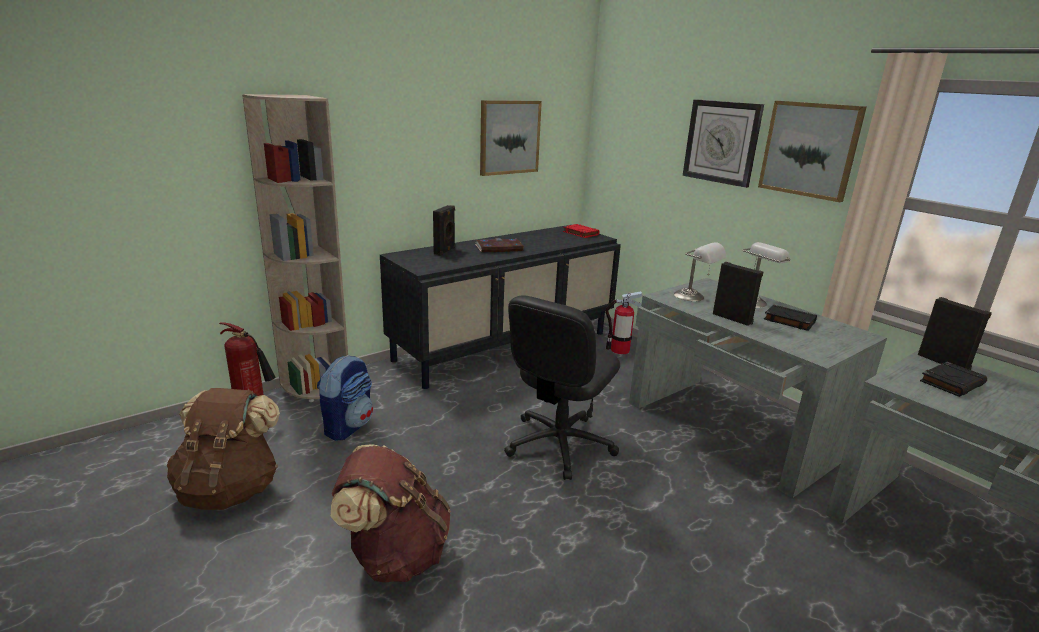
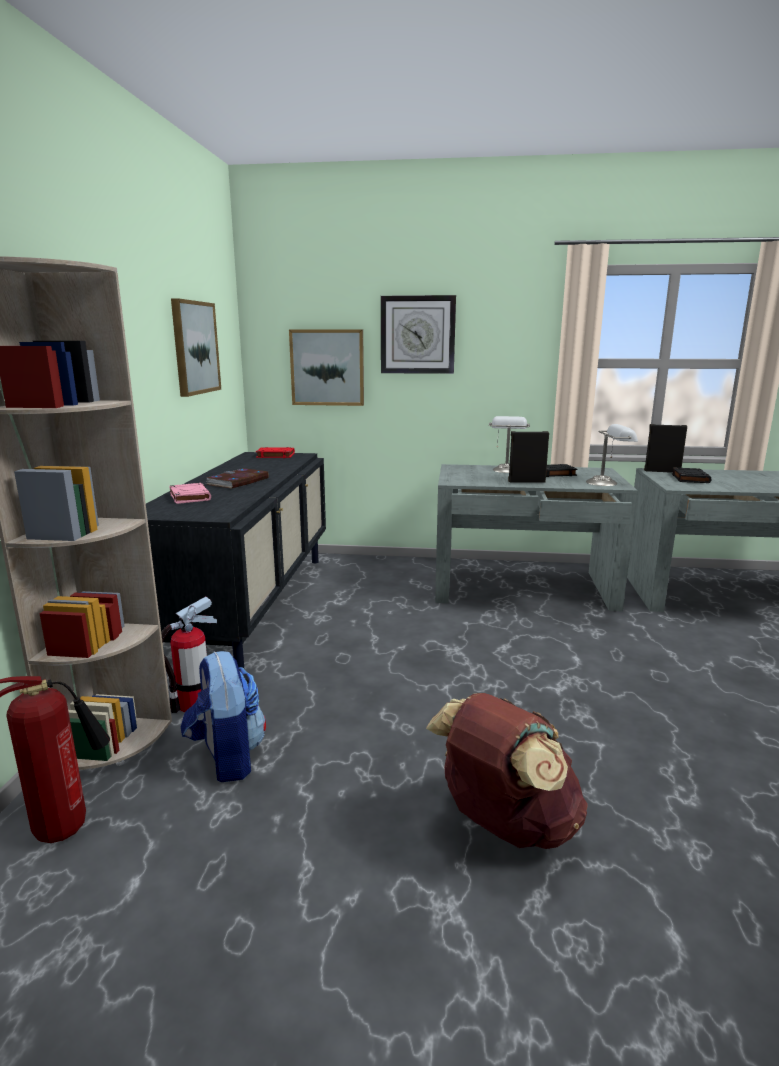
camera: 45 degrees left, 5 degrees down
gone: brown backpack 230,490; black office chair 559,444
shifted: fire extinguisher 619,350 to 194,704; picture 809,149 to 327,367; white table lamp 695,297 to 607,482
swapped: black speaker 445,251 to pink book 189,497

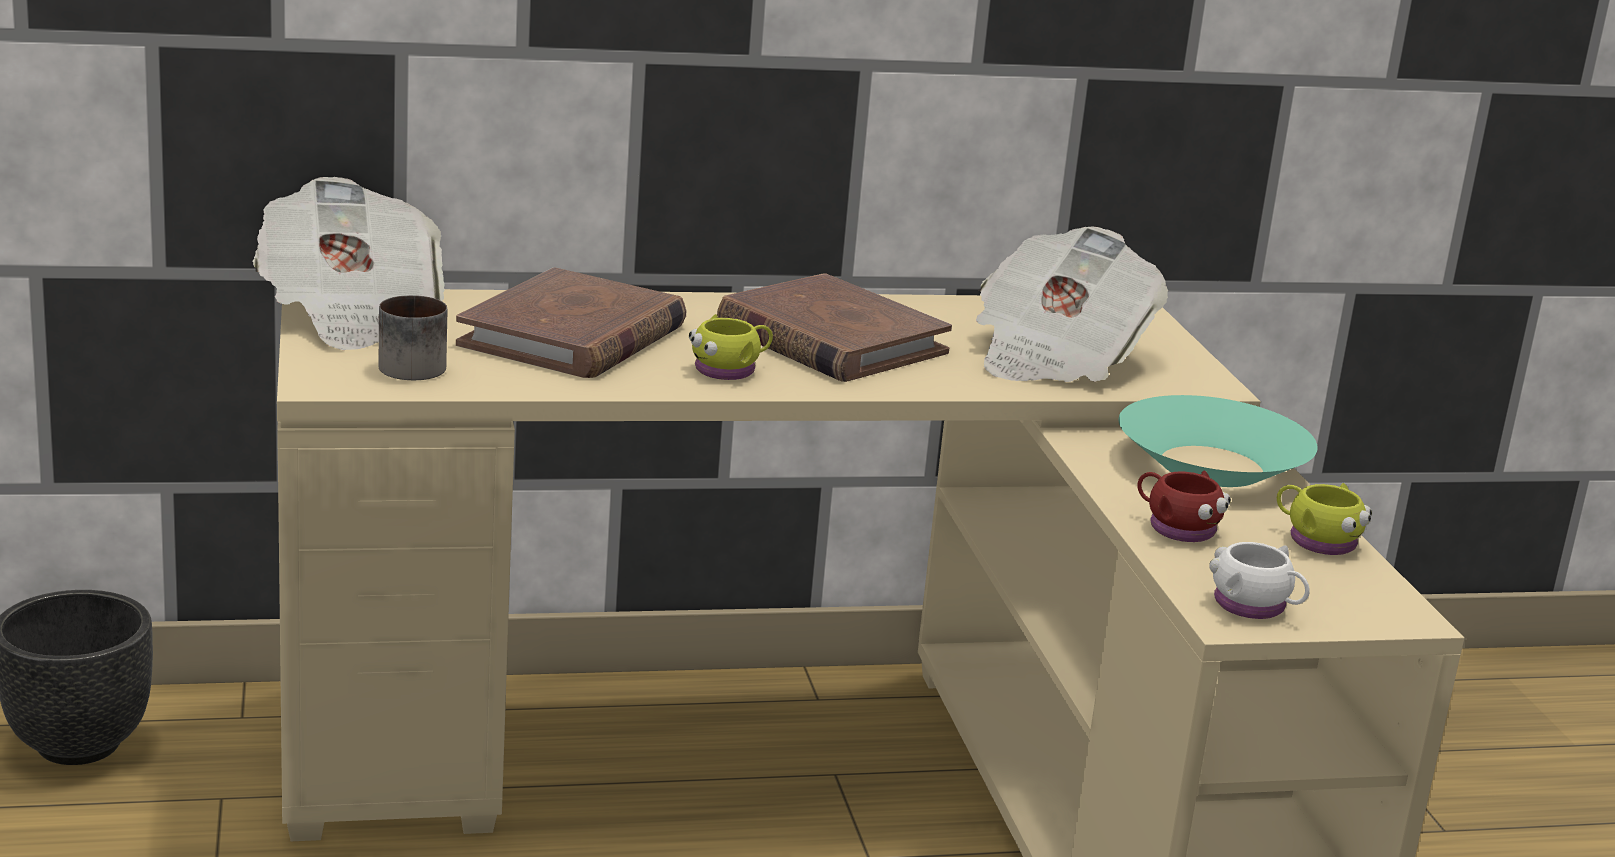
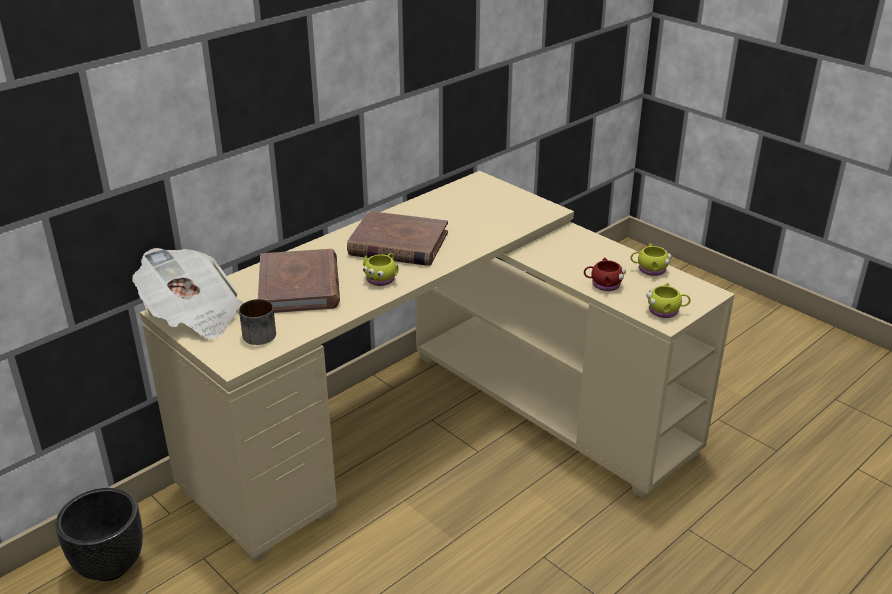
camera: 30 degrees left, 10 degrees up
gone: newspaper 1056,357; turquoise bowl 1210,466
repainted: white mug 1255,607 to yellow mug 666,311

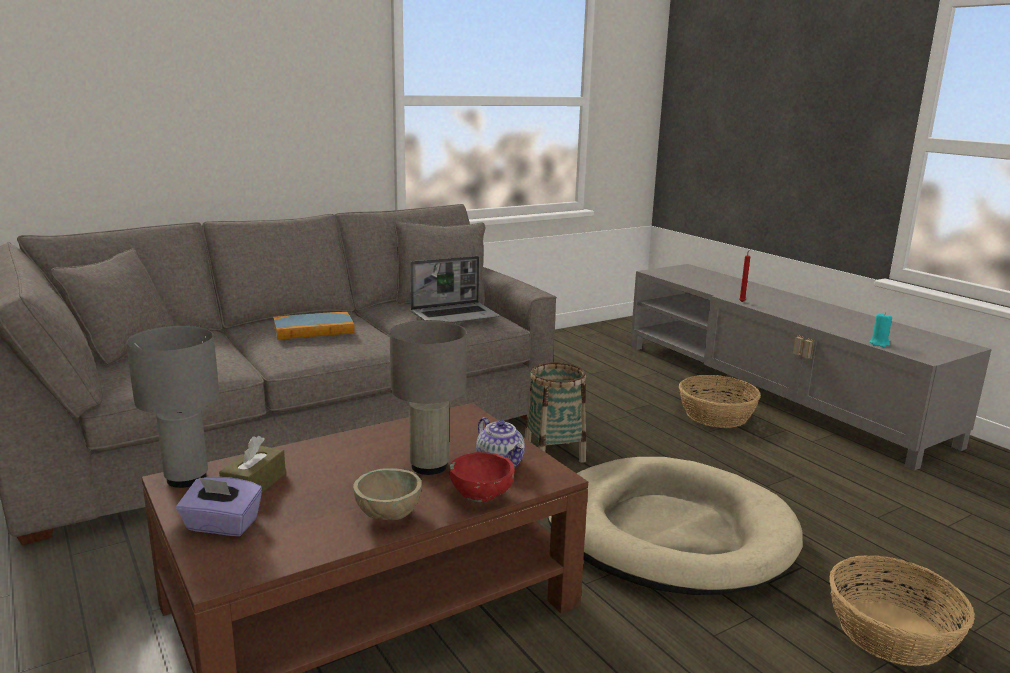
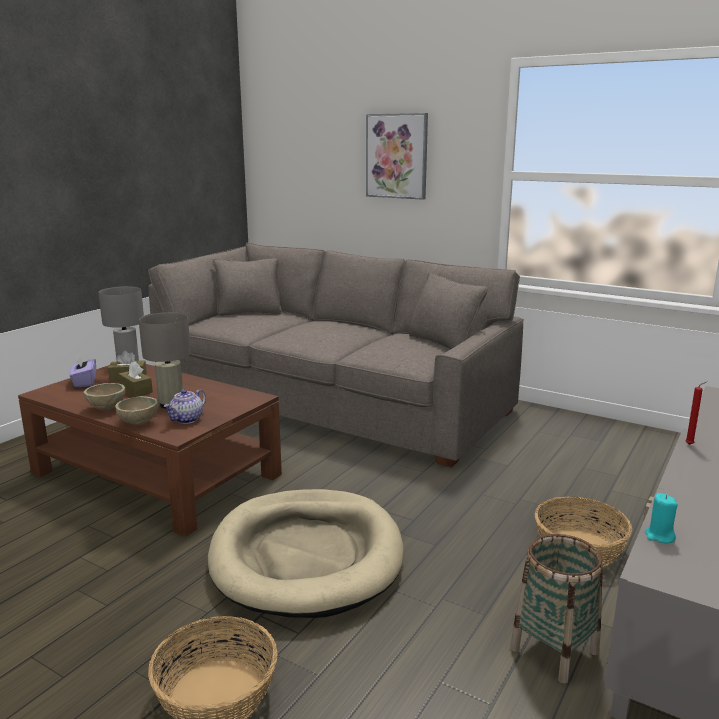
camera: 65 degrees right, 0 degrees up
gone: book 313,329; laptop 455,315
new: brown tissue box 136,390; picture 397,156
shifted: basket 554,453 to 554,650
repainted: red bowl 482,496 to beige bowl 139,423

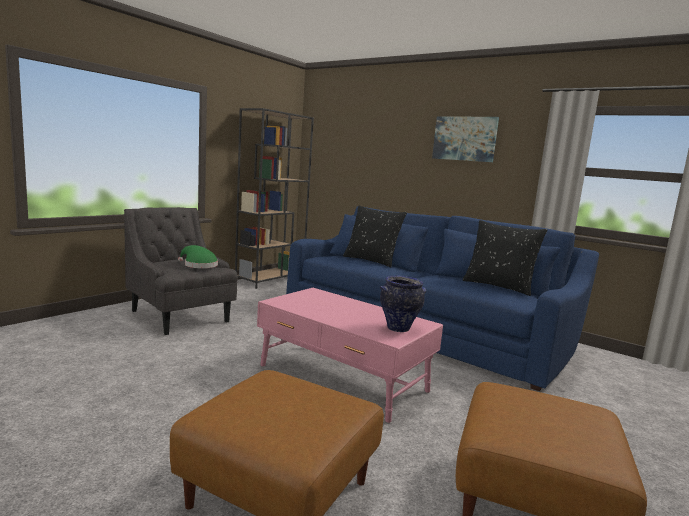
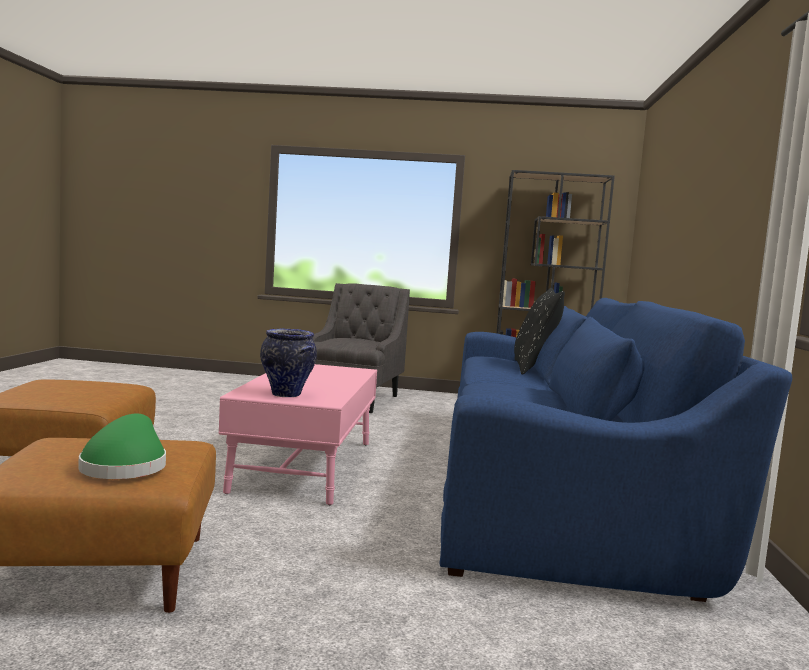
camera: 60 degrees right, 5 degrees down
gone: picture 464,138; black pillow 499,286
shifted: green hat 198,265 to 125,466

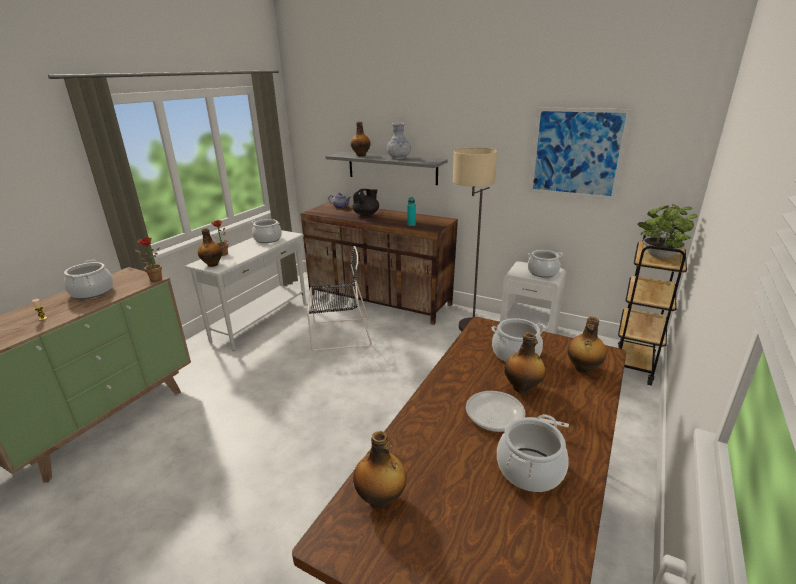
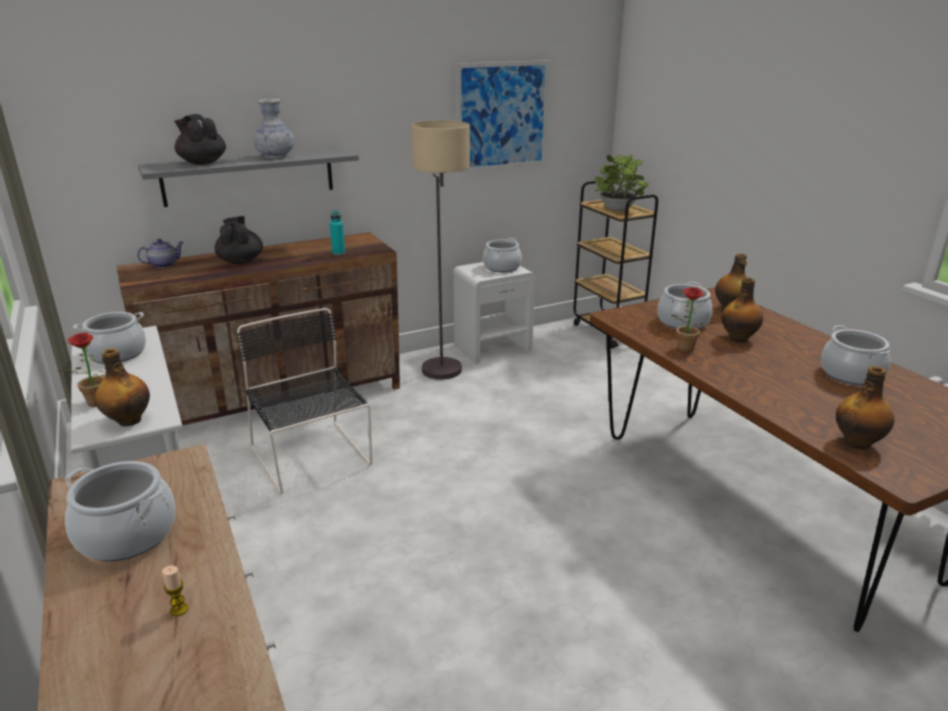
camera: 55 degrees left, 0 degrees up
gone: frying pan 501,417
shifted: potted plant 153,279 to 684,350
swapped: bottle 361,155 to black teapot 202,163
rotated: black chair 338,334 = 312,459 60 degrees counterclockwise

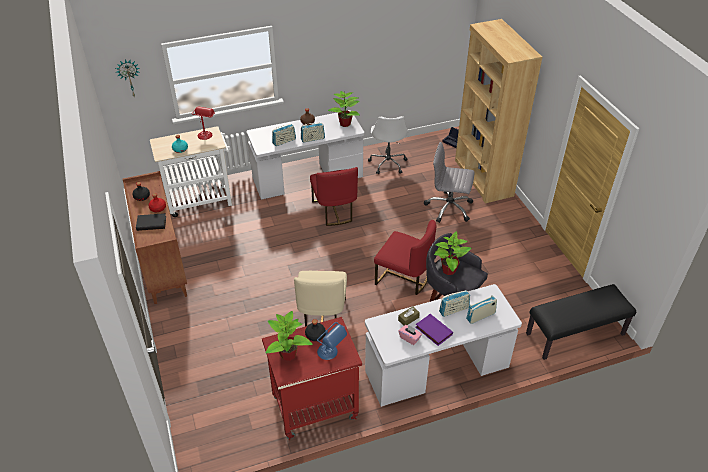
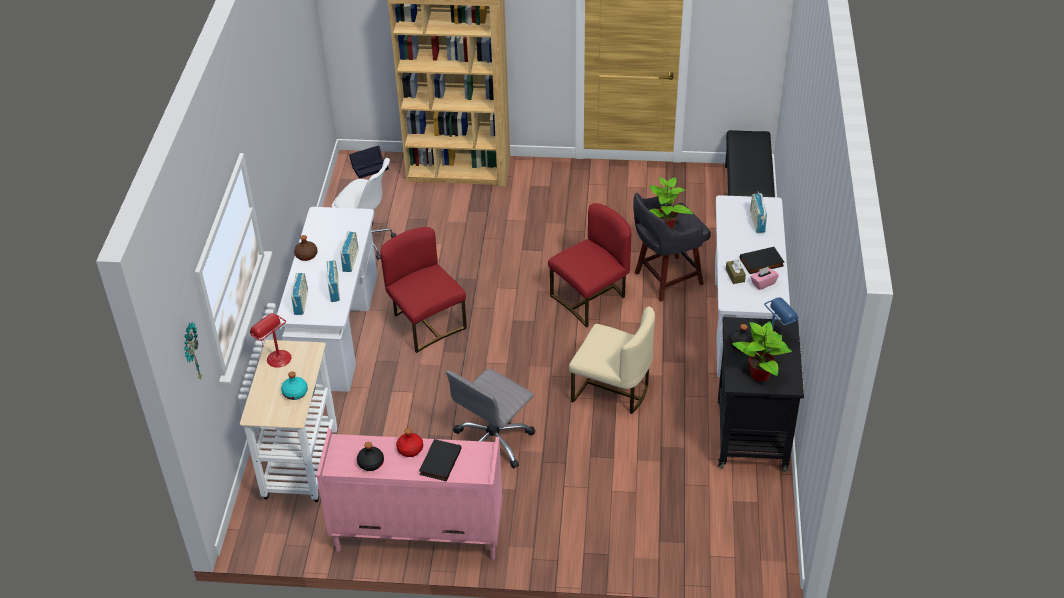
camera: 65 degrees left, 0 degrees up
gone: potted plant 345,123
shifted: radio 454,310 to 301,302; grey office chair 448,208 to 493,441
repainted: brown cabinet 163,264 to pink cabinet 417,535; red cart 314,408 to black cart 751,438; purple book 433,331 to black book 761,263
rotated: red chair 334,211 = 426,323 135 degrees counterclockwise

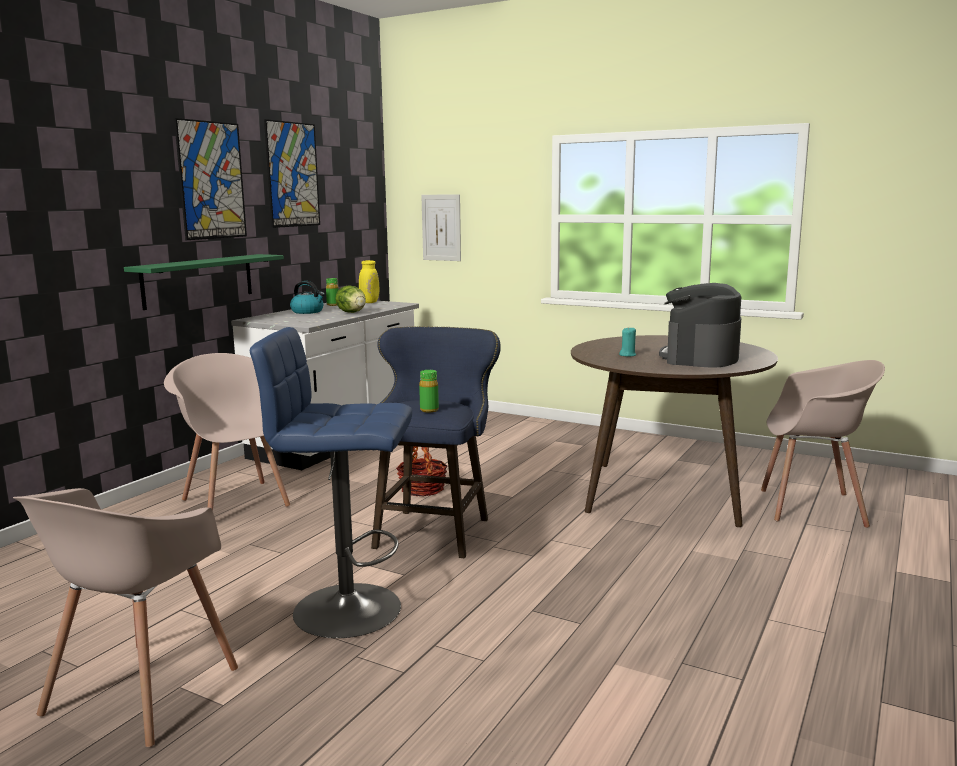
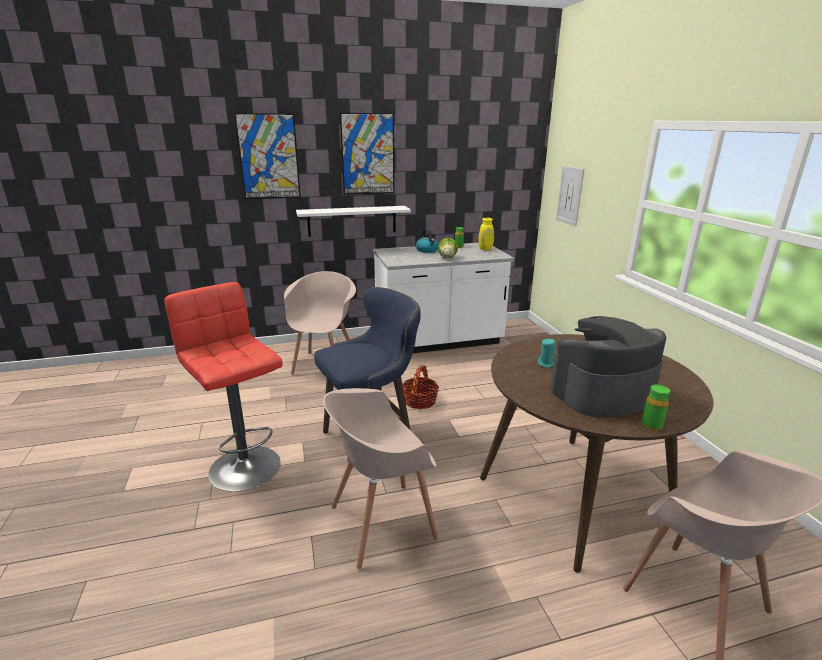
camera: 45 degrees right, 10 degrees up
shifted: picture 292,174 to 269,157; beige chair 141,693 to 381,523; green bottle 429,410 to 651,425
repainted: blue stool 346,609 to red stool 245,467; green shelf 198,280 to white shelf 352,221

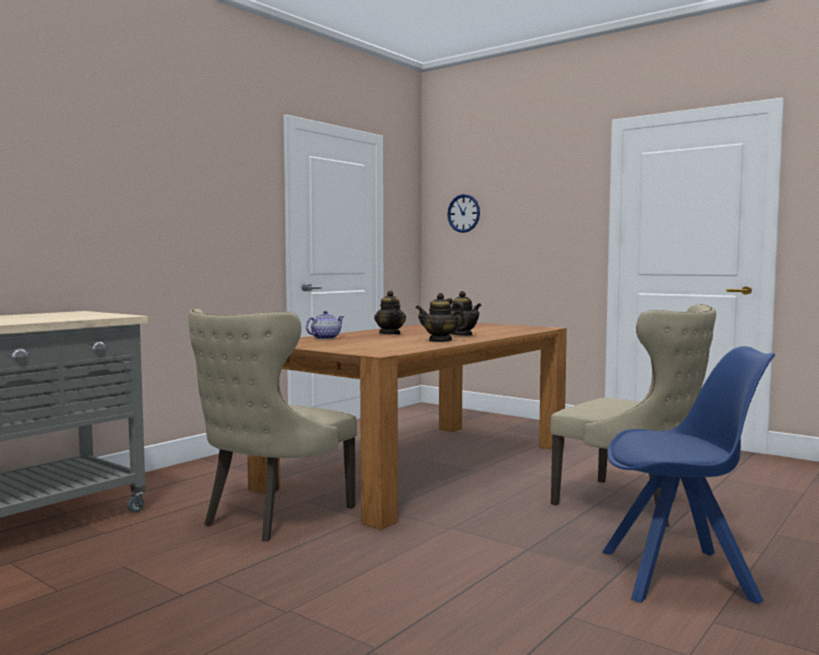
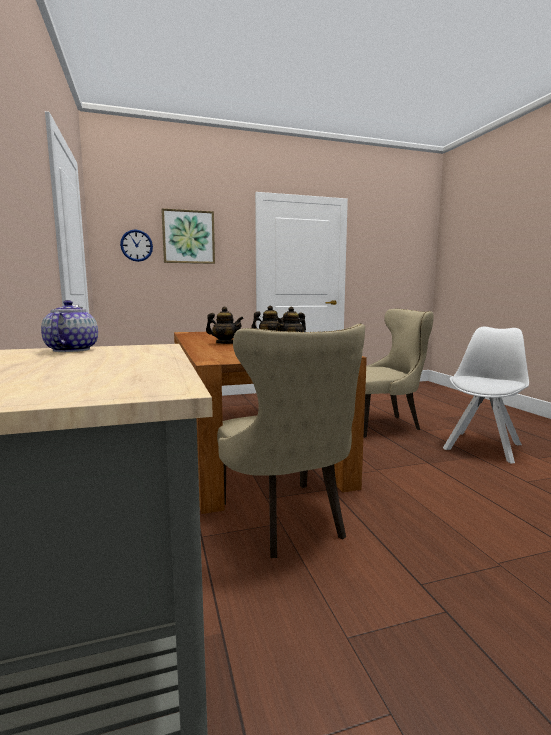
camera: 55 degrees left, 5 degrees up
new: picture 188,237
shifted: teapot 325,338 to 71,350
repainted: blue chair 679,575 to white chair 483,446

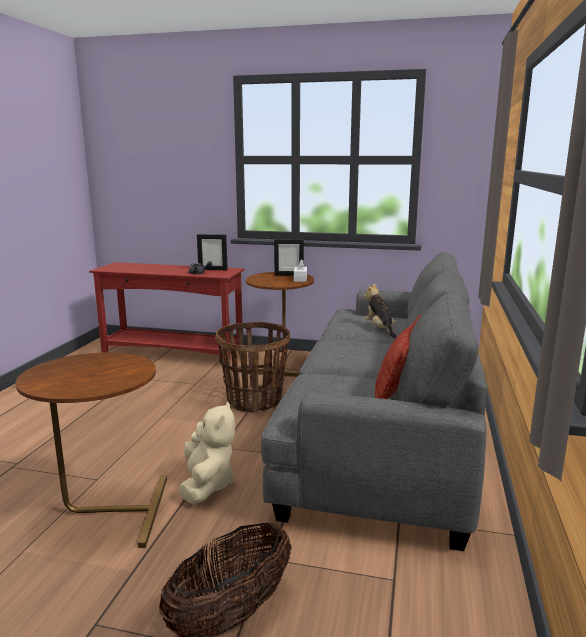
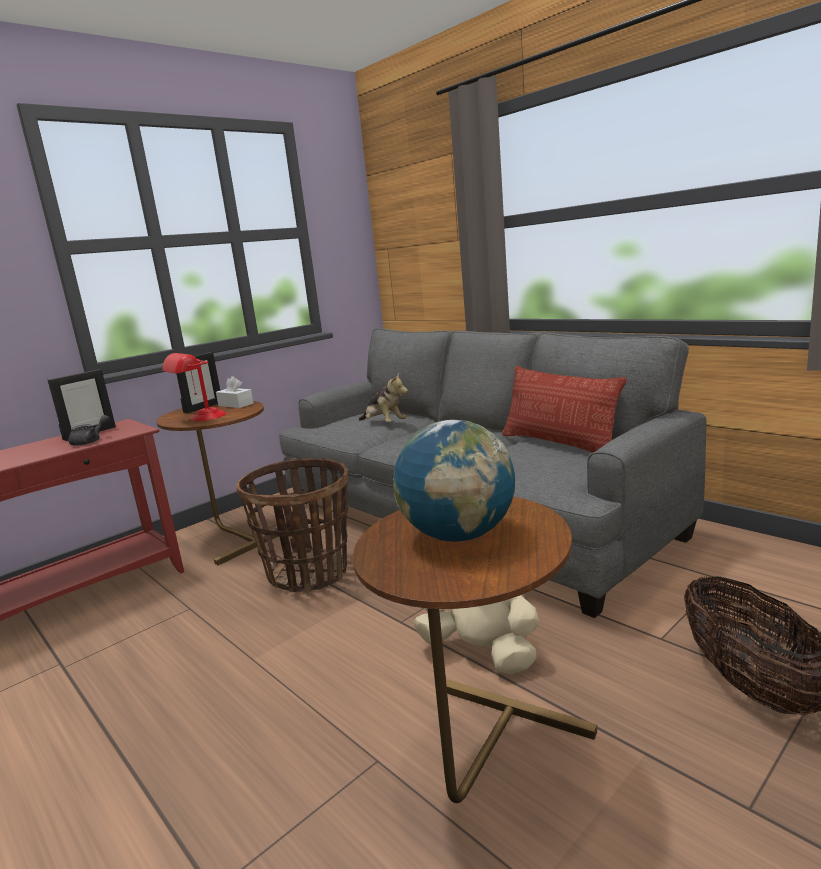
camera: 55 degrees left, 0 degrees up
new: red table lamp 201,418; globe 458,536
rotated: plush toy 380,329 = 384,424 150 degrees counterclockwise

